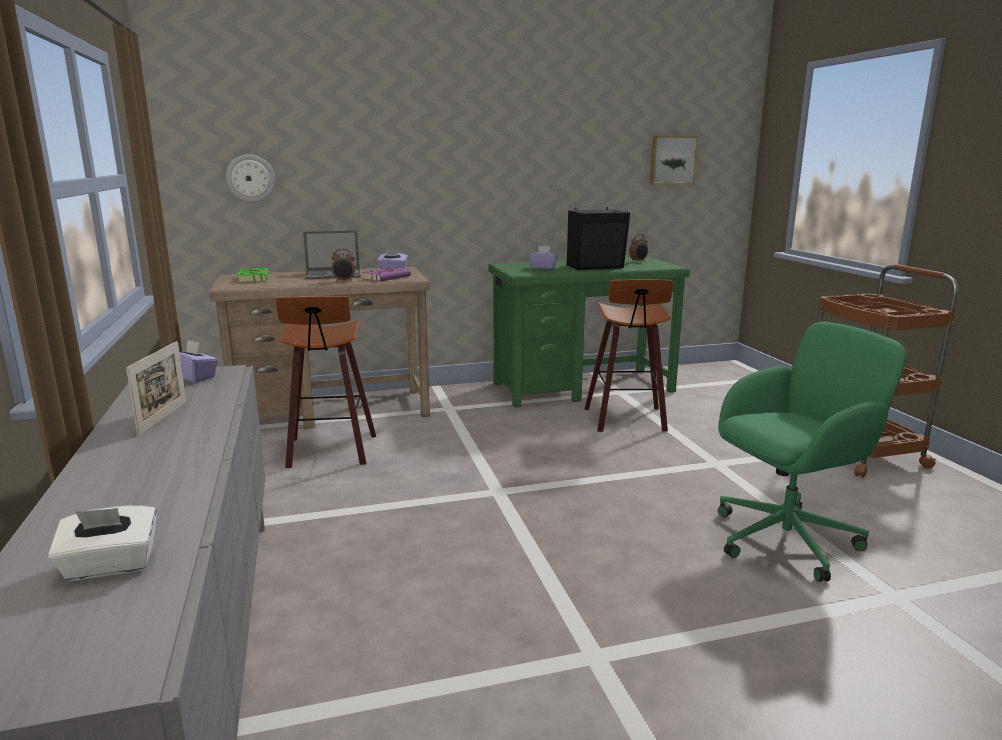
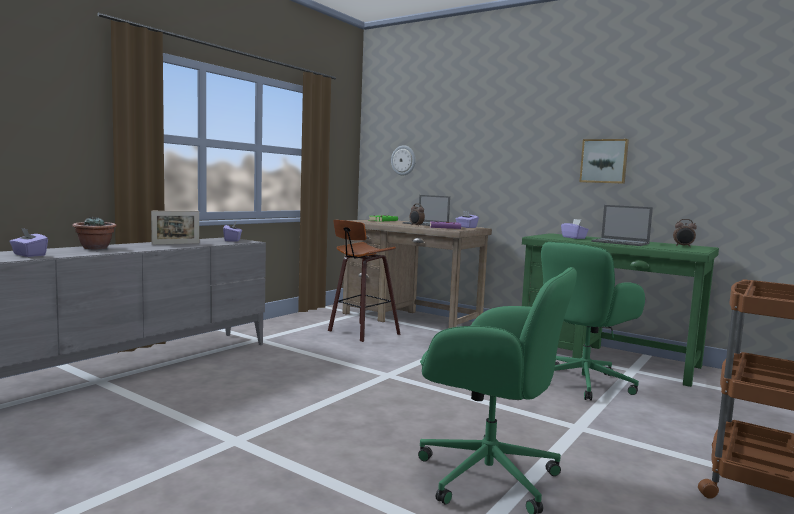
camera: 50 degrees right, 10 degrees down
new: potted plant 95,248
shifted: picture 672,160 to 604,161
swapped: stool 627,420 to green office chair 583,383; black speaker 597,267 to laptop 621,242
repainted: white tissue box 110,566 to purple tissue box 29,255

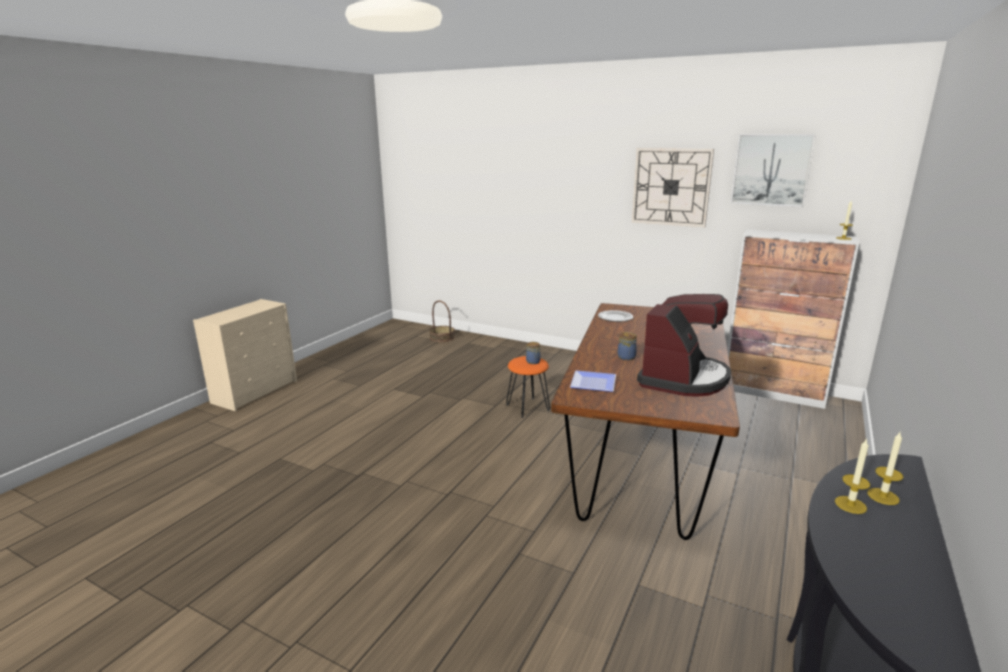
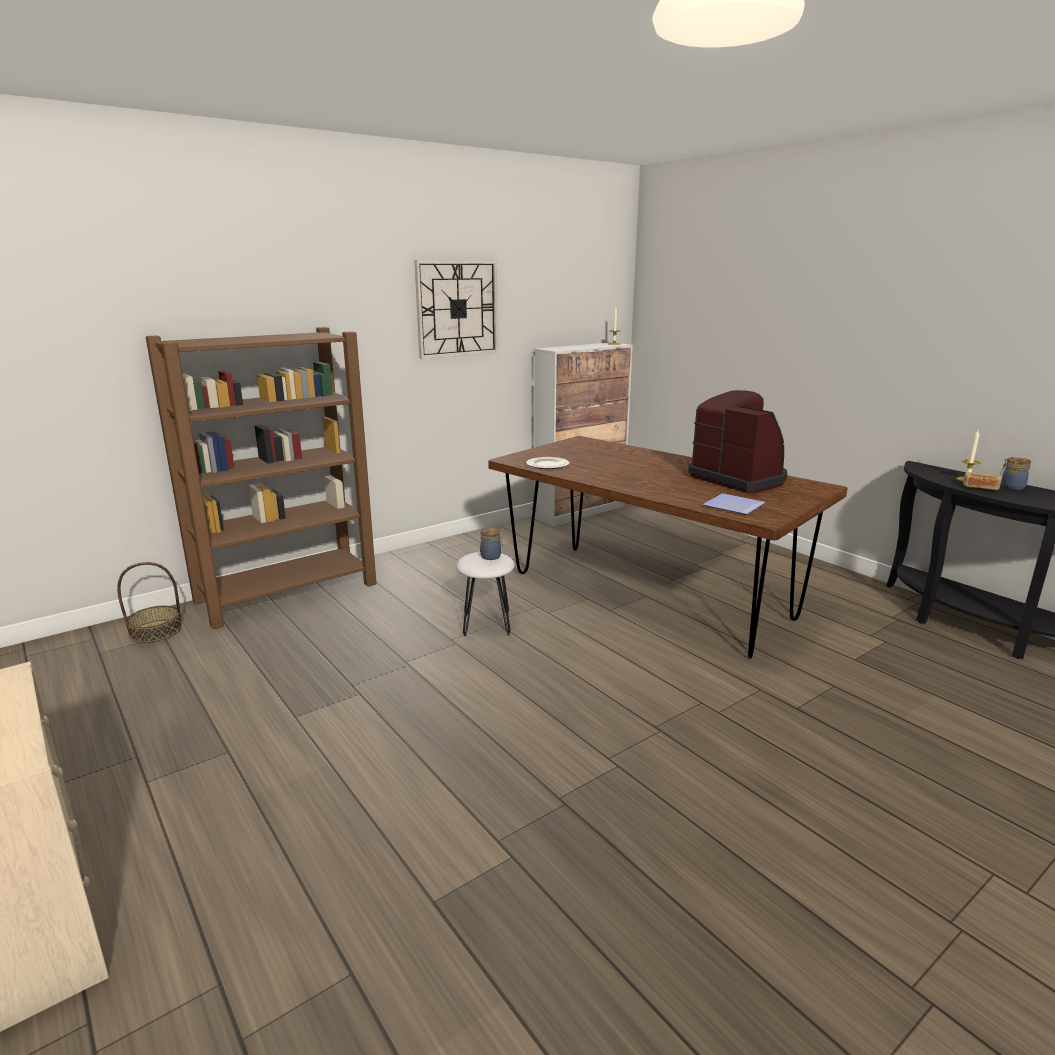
camera: 65 degrees left, 0 degrees up
gone: picture 771,169
new: brown bookcase 287,592
shifted: jar 626,357 to 1011,487
swapped: candle 850,505 to bread 980,488
repainted: orange stool 527,407 to white stool 486,624

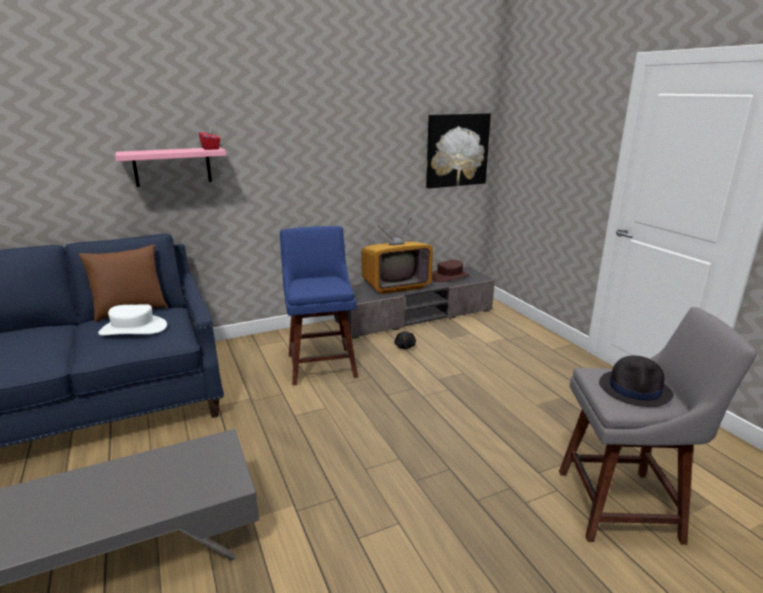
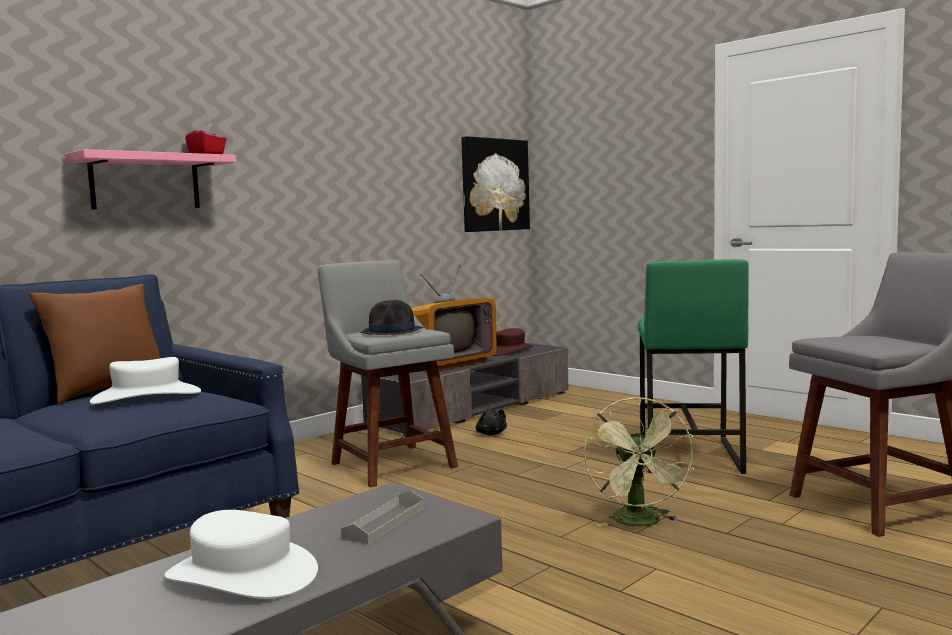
camera: 20 degrees left, 15 degrees down
new: white hat 243,574; grey tray 384,523; green fan 640,523; green stool 689,455
shifted: black hat 635,389 to 392,331
repainted: blue stool 322,363 to grey stool 391,463

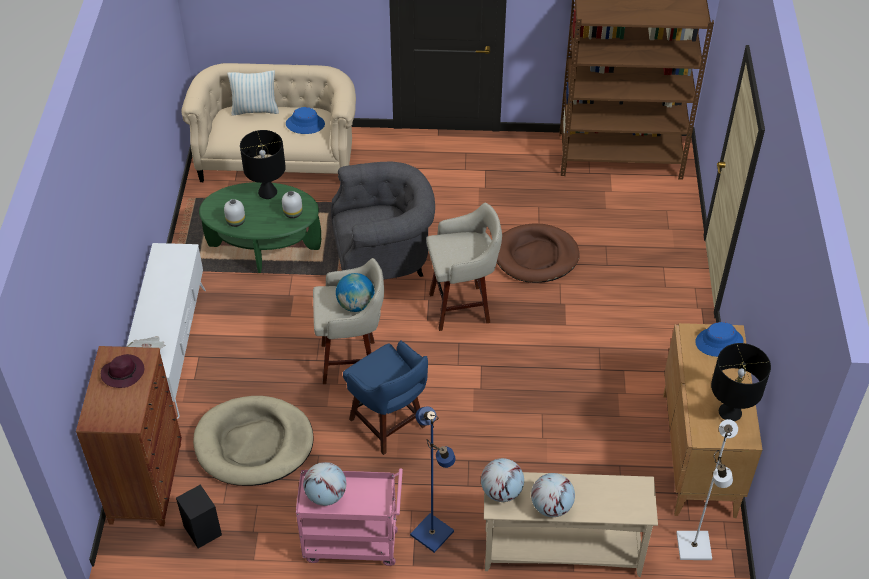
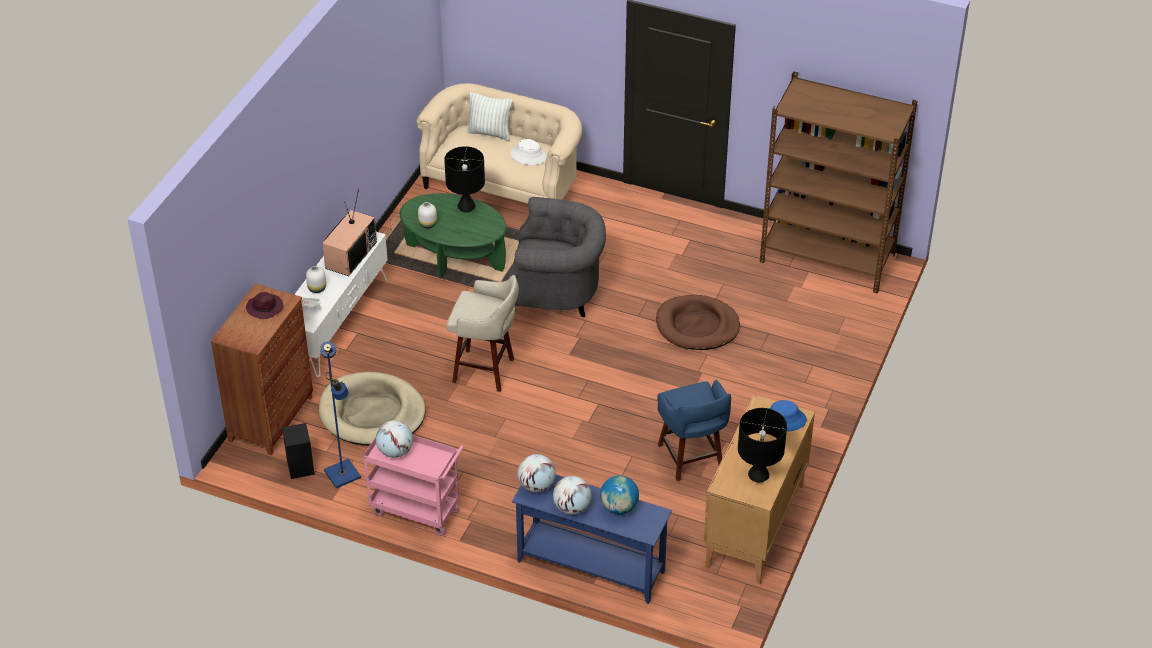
camera: 20 degrees right, 5 degrees down
gone: beige stool 462,308; white floor lamp 693,546
new: television 350,254
shifted: white vase 292,213 to 316,288; blue floor lamp 432,533 to 342,474; globe 356,305 to 619,507; blue stool 389,425 to 691,459
repainted: blue hat 305,124 to white hat 528,155; beige console table 561,552 to blue console table 590,566

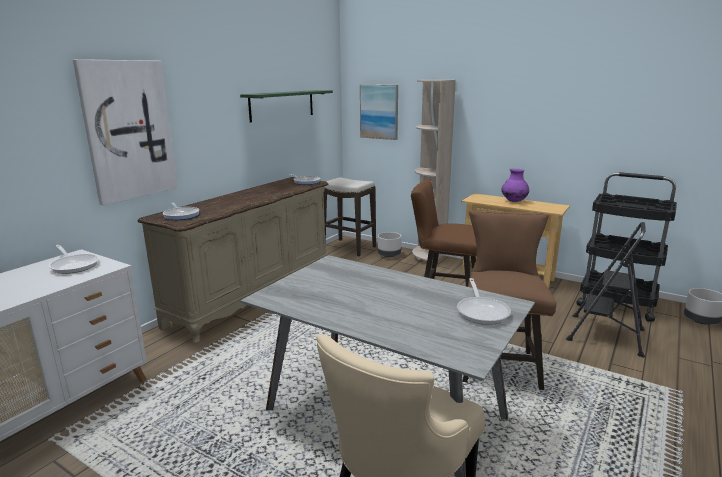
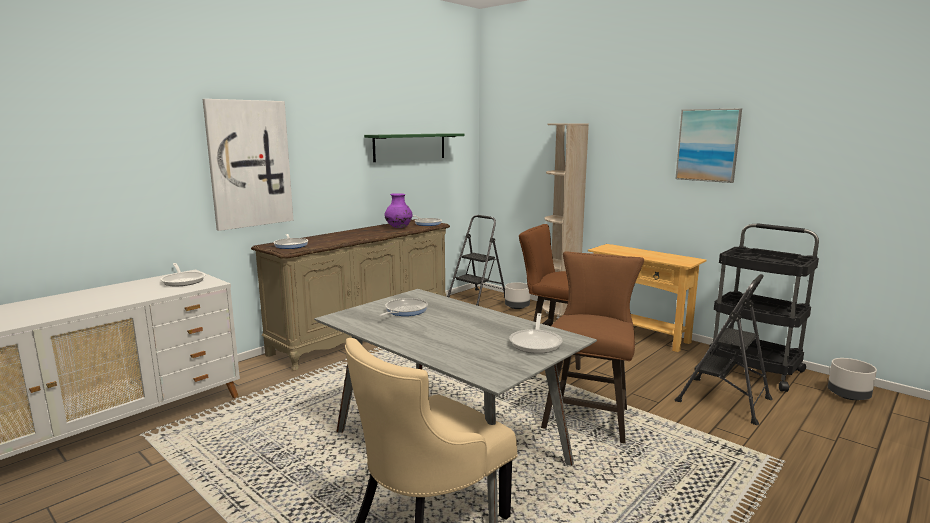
camera: 10 degrees right, 5 degrees down
new: frying pan 404,311
shifted: purple vase 514,201 to 399,227; picture 379,112 to 708,145
swapped: stool 349,248 to black step ladder 478,297

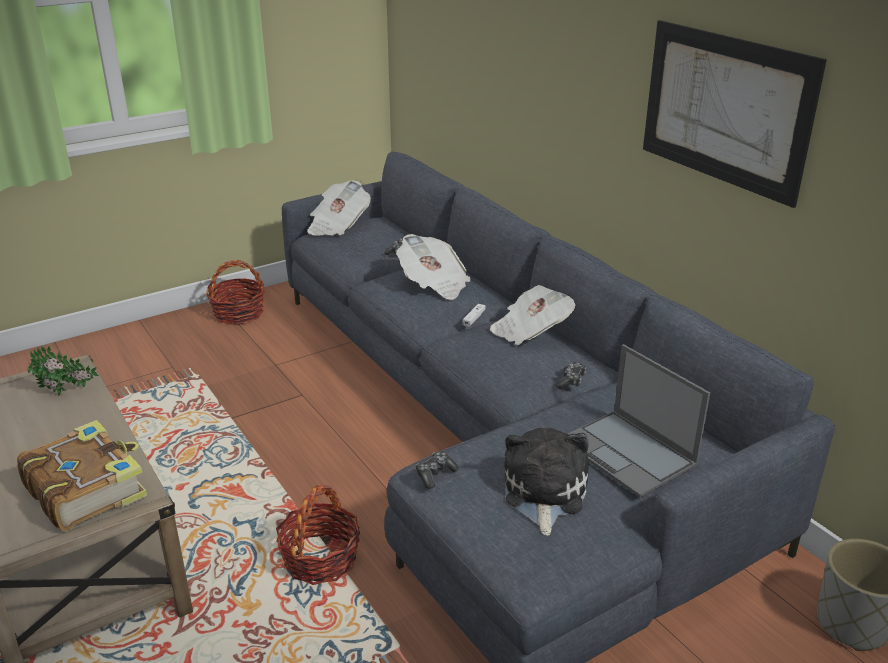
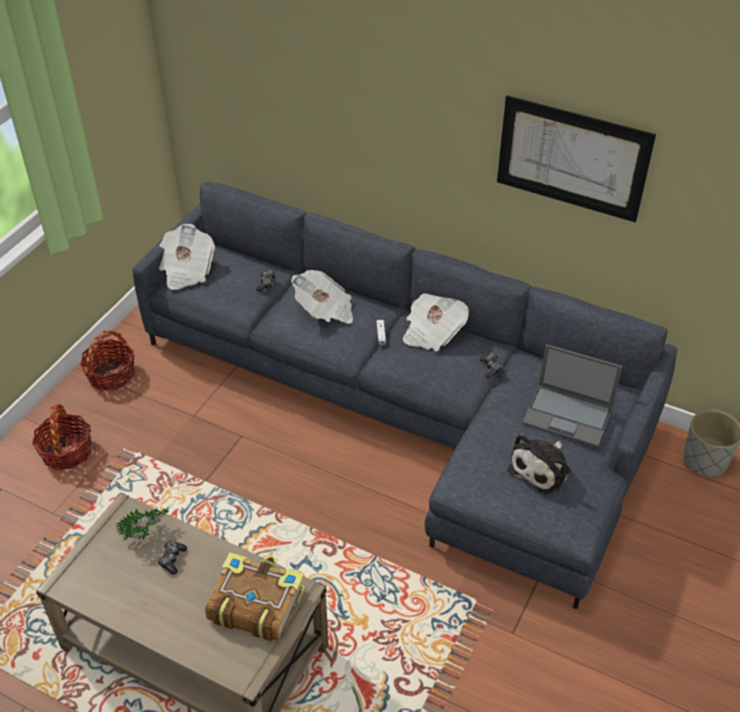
camera: 30 degrees left, 15 degrees up
shifted: basket 320,559 to 67,451; game controller 435,474 to 172,559
rotated: plush toy 543,493 = 542,469 120 degrees counterclockwise

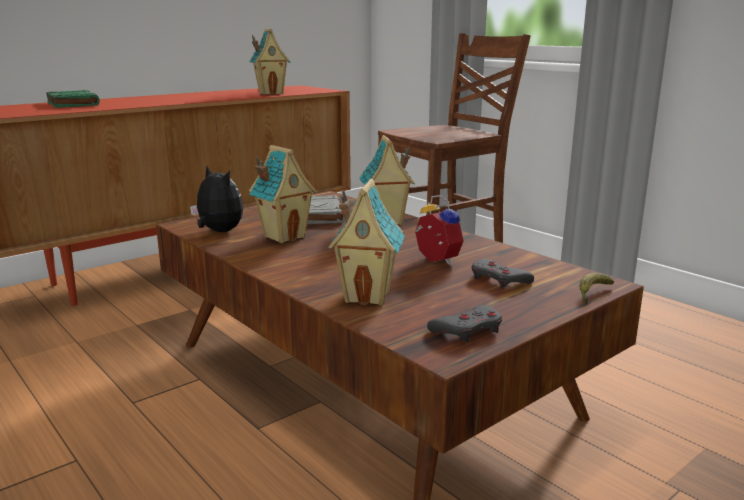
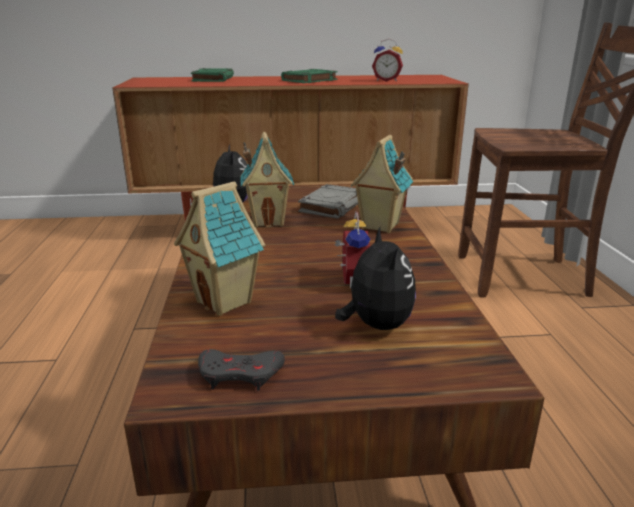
camera: 35 degrees right, 5 degrees up
gone: banana 592,293
new: green book 309,80
swapped: grey game controller 499,279 to plush toy 375,325; toy house 271,93 to alarm clock 387,80

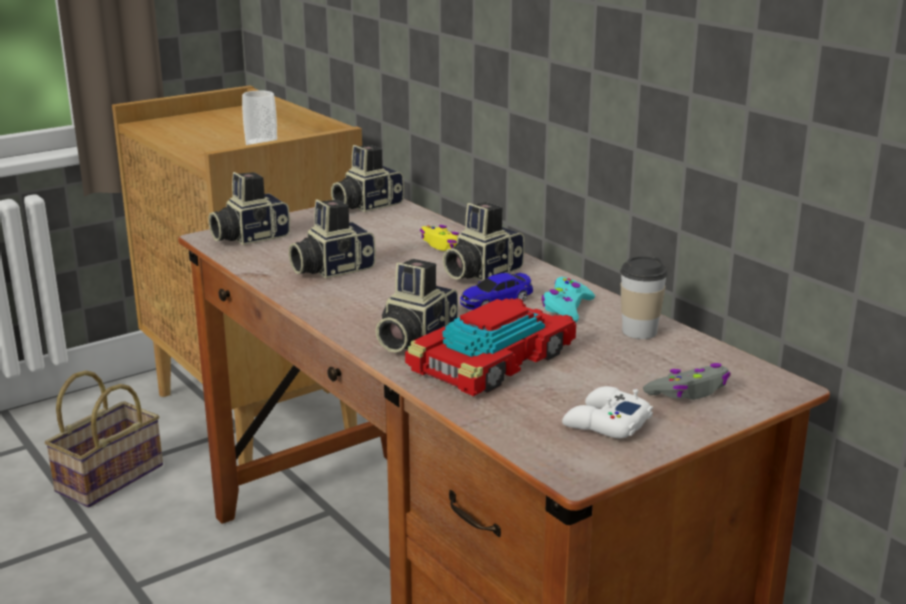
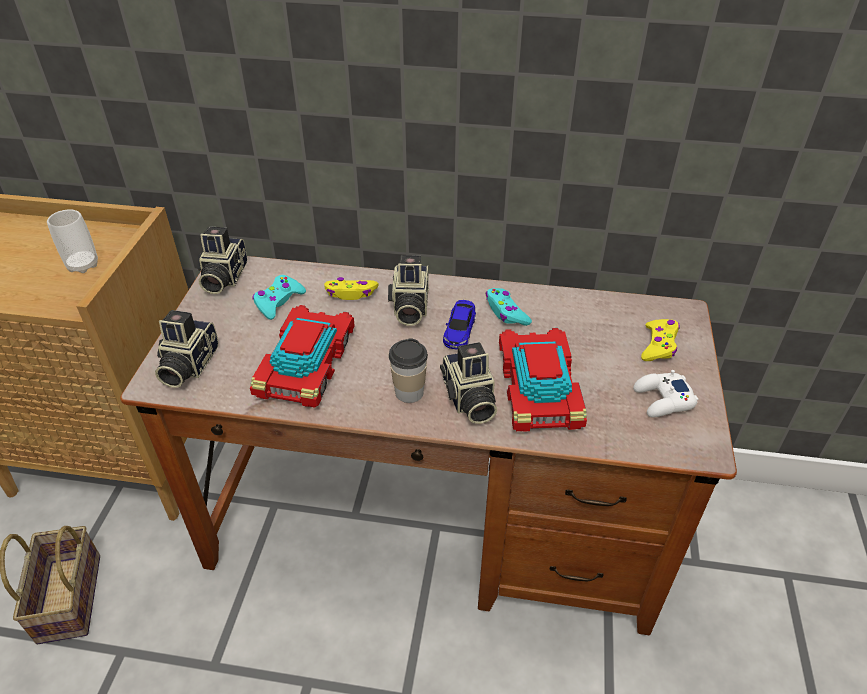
camera: 45 degrees left, 20 degrees up
new: turquoise game controller 278,302
shifted: cup 639,331 to 409,392
swapped: photo camera 331,269 to toy car 308,364
repainted: grey game controller 689,392 to yellow game controller 659,345

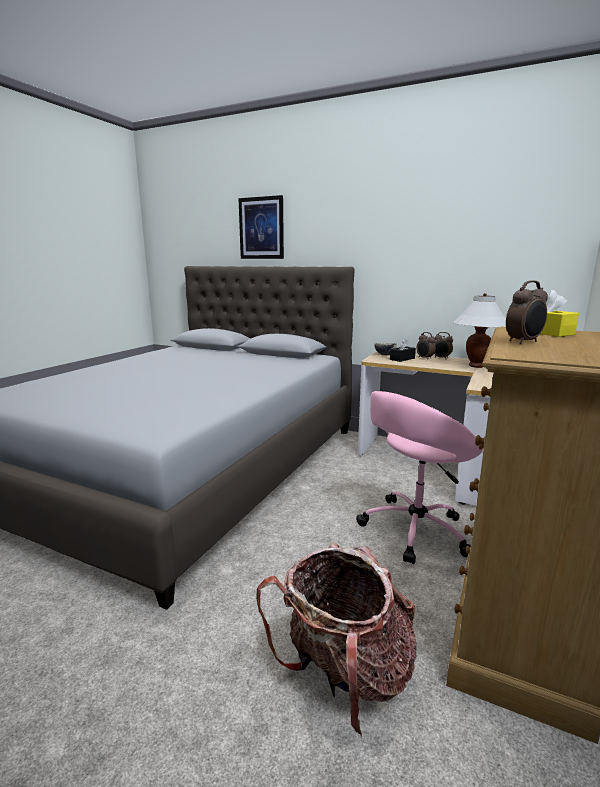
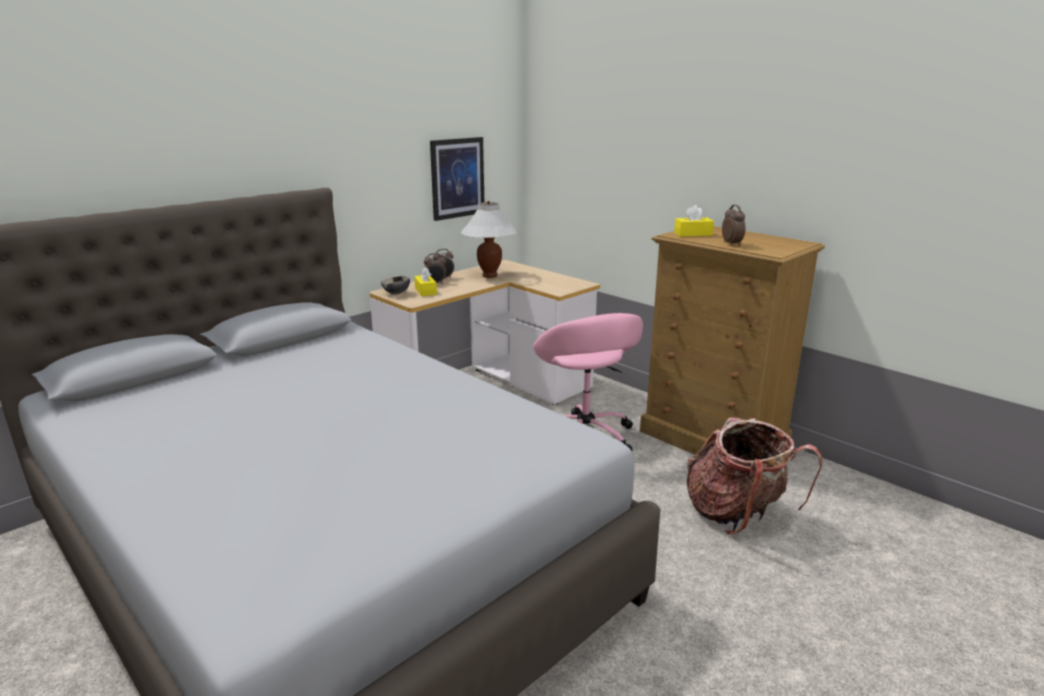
camera: 70 degrees left, 5 degrees up
shifted: picture 261,228 to 457,178
repainted: black tissue box 402,359 to yellow tissue box 425,291

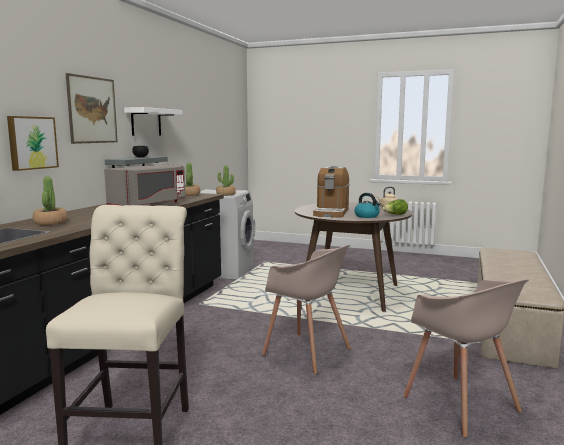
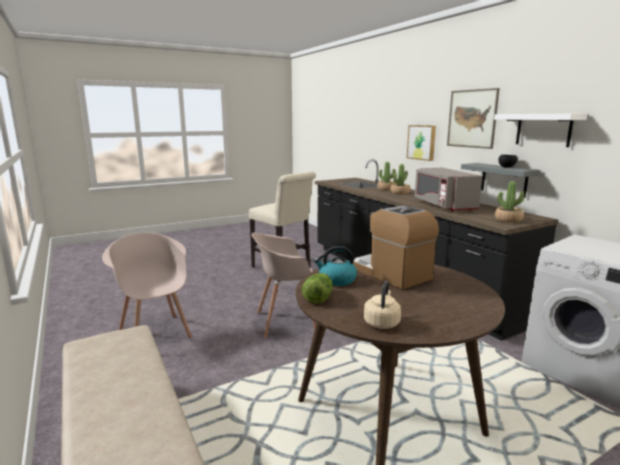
camera: 130 degrees right, 5 degrees up
shifted: potted plant 225,194 to 400,193
rotated: beige chair 461,405 = 155,334 45 degrees clockwise

